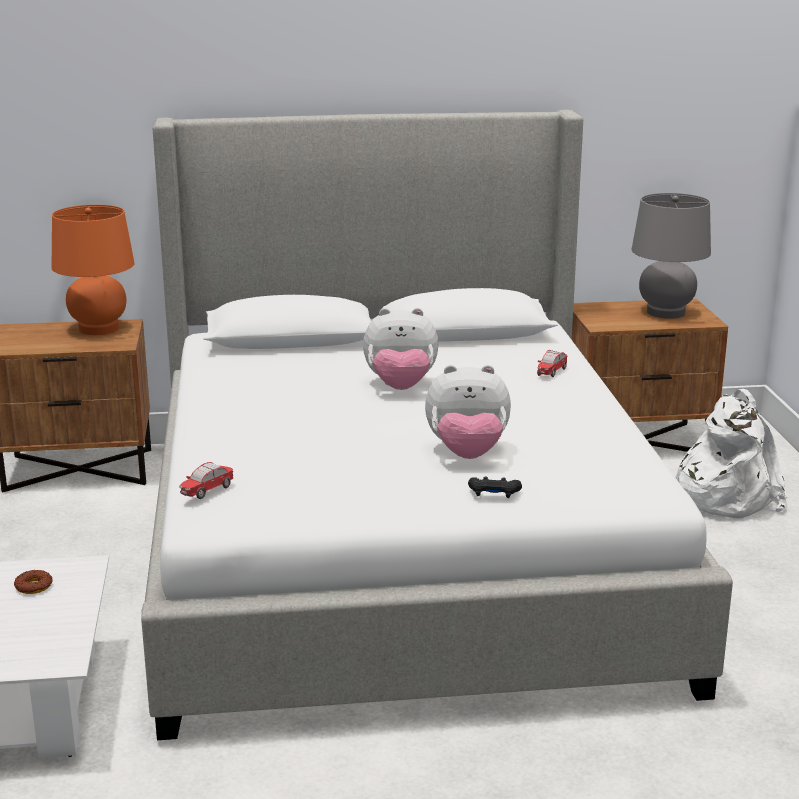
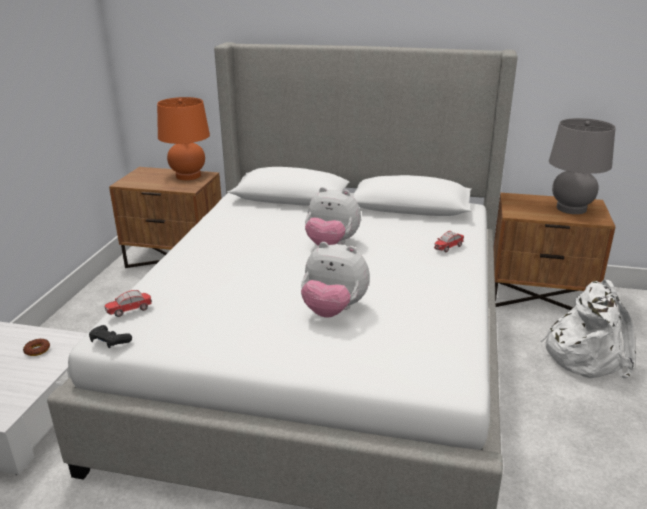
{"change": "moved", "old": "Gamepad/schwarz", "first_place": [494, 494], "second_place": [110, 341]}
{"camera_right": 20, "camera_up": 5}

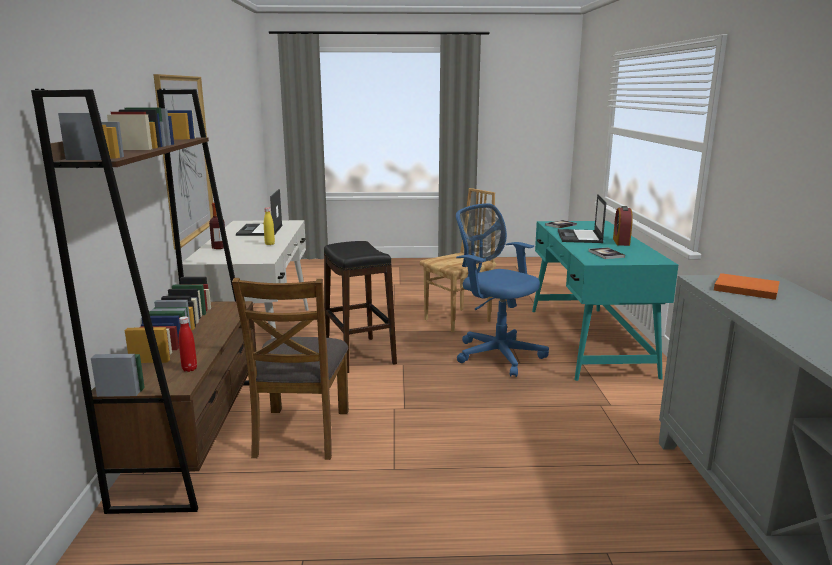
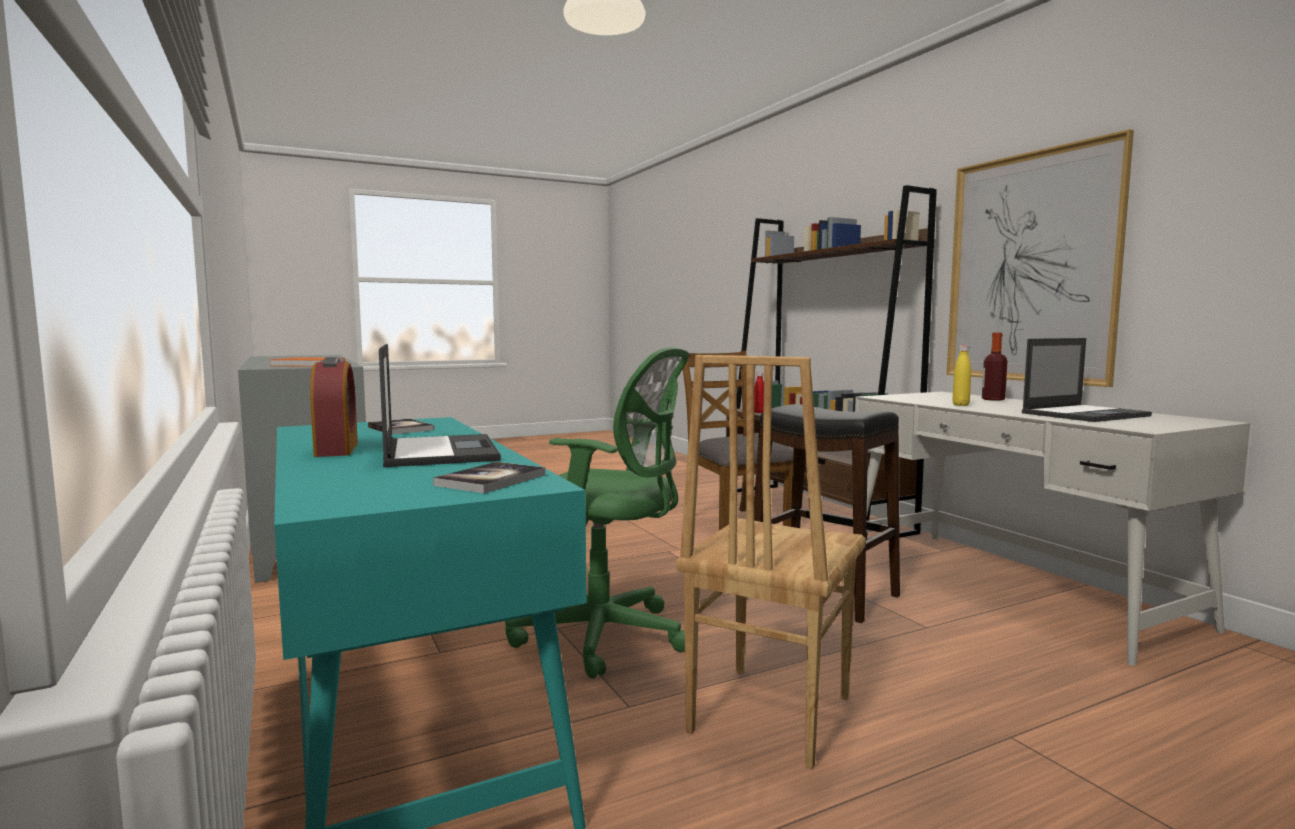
{"change": "turned", "old": "Laptop", "first_place": [260, 230], "second_place": [1085, 414], "degrees": 90}
{"change": "recoloured", "old": "Bürostuhl/blau", "new": "Bürostuhl/grün", "first_place": [496, 354], "second_place": [607, 637]}
{"camera_right": 155, "camera_up": -10}

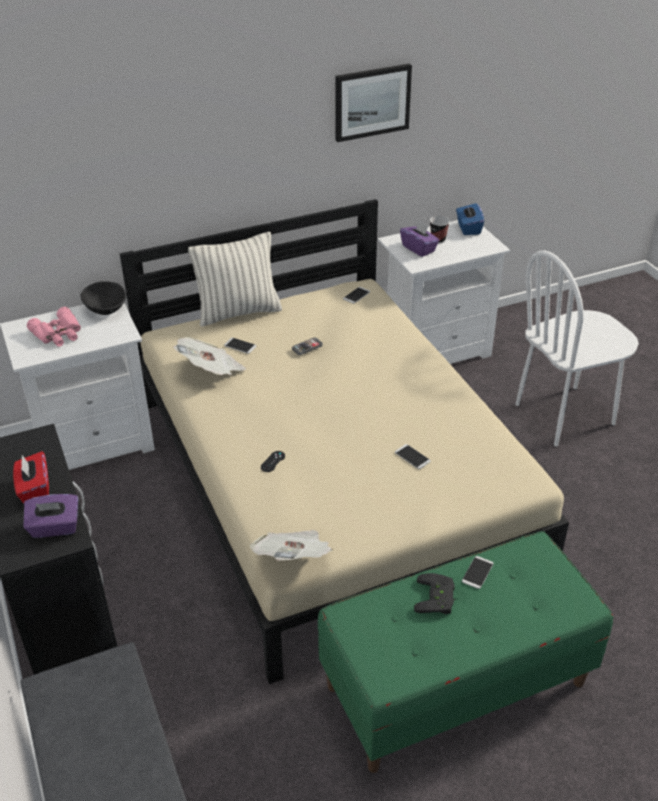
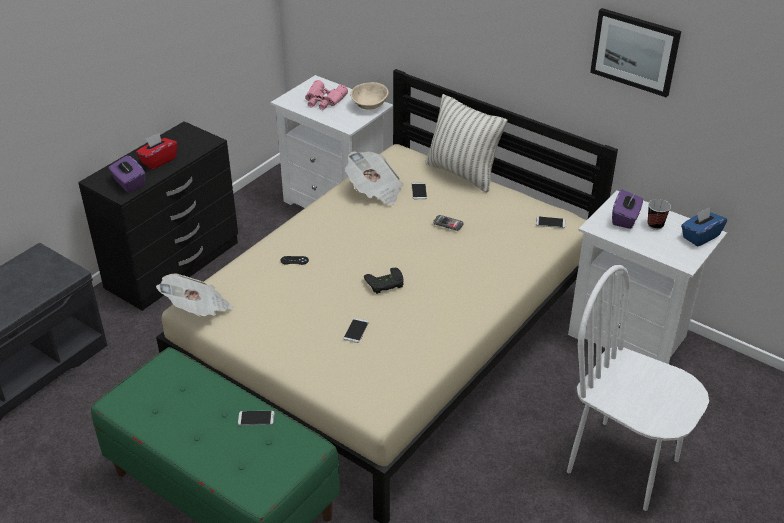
{"change": "recoloured", "old": "Schüssel/schwarz", "new": "Schüssel/beige", "first_place": [106, 310], "second_place": [369, 106]}
{"change": "moved", "old": "Gamepad/schwarz", "first_place": [437, 598], "second_place": [385, 284]}
{"camera_right": 60, "camera_up": 0}

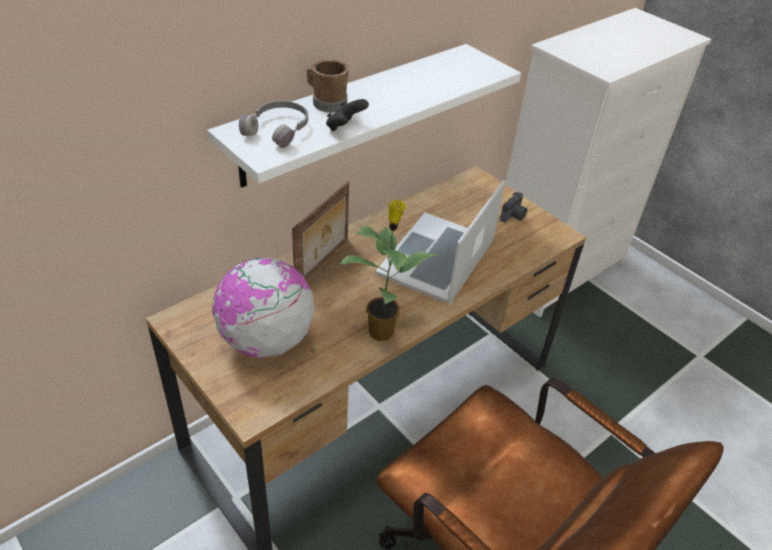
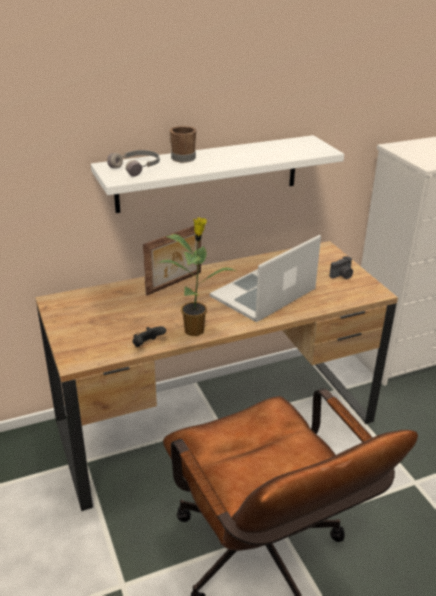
{"change": "removed", "old": "Globus", "first_place": [266, 341]}
{"change": "moved", "old": "Gamepad/schwarz", "first_place": [345, 127], "second_place": [147, 345]}
{"camera_right": 20, "camera_up": -10}

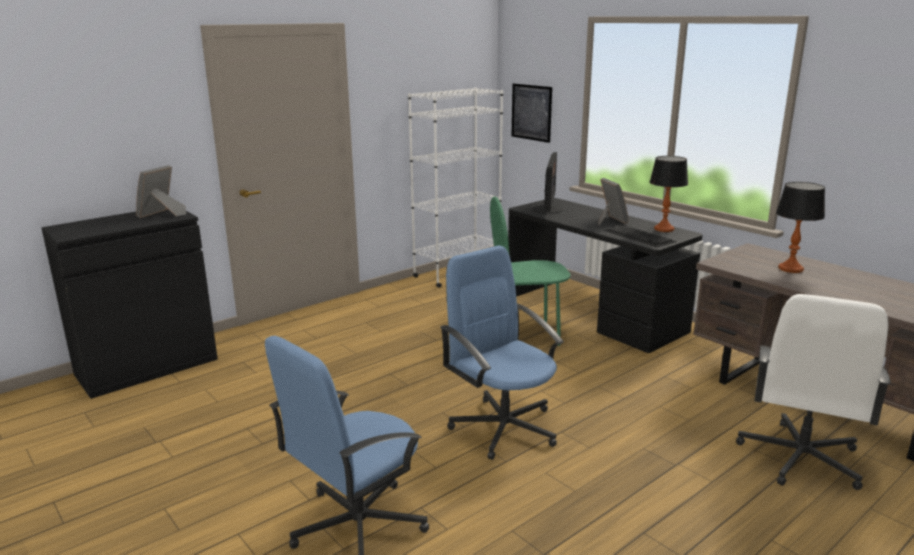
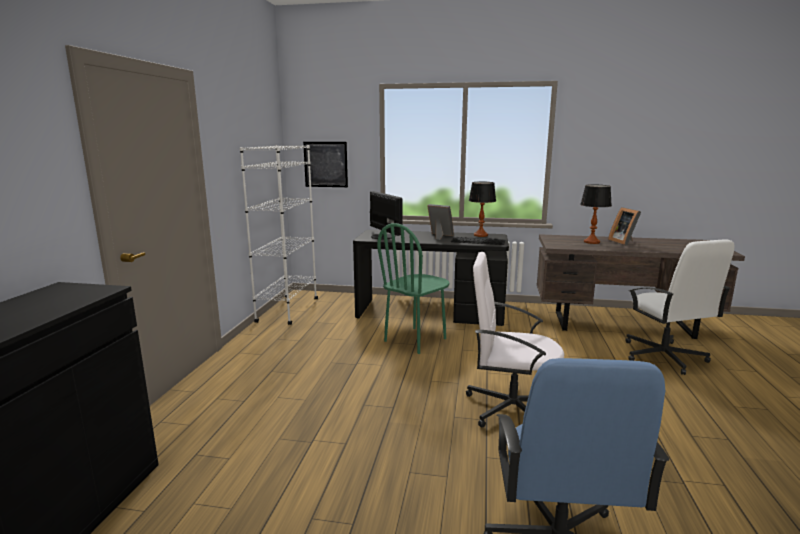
{"change": "moved", "old": "Bilderrahmen", "first_place": [162, 214], "second_place": [624, 242]}
{"change": "recoloured", "old": "Bürostuhl/blau", "new": "Bürostuhl/weiß", "first_place": [503, 427], "second_place": [510, 408]}
{"camera_right": -40, "camera_up": -5}

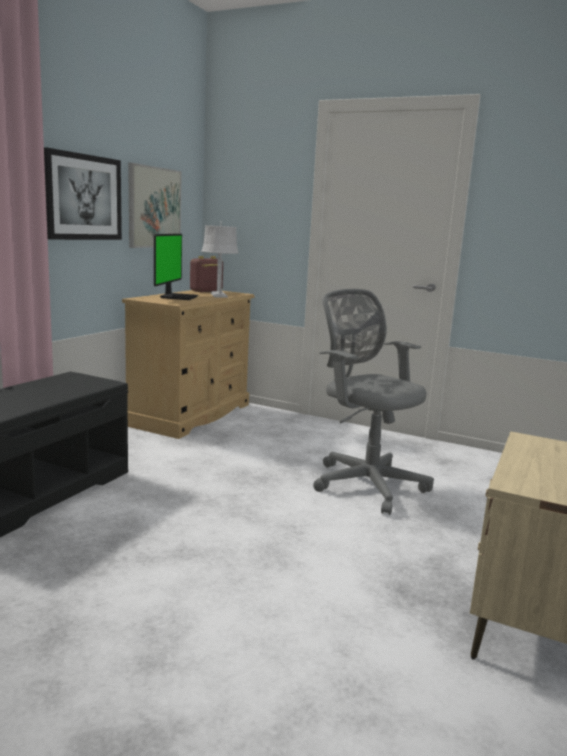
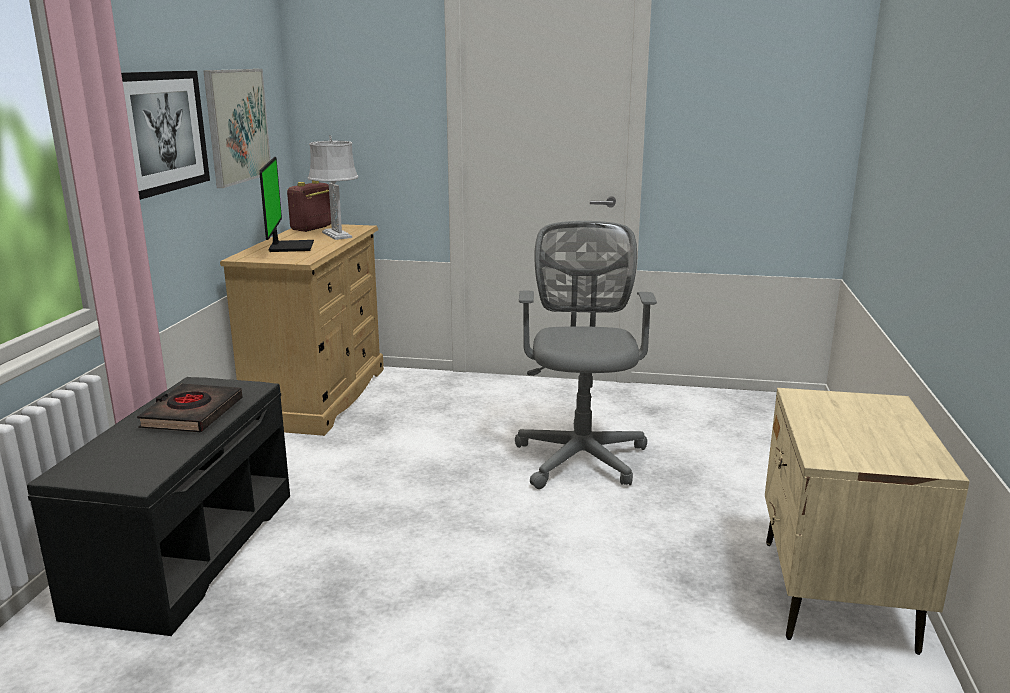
{"change": "turned", "old": "Bürostuhl/grau", "first_place": [365, 483], "second_place": [581, 455], "degrees": 60}
{"change": "added", "new": "Buch/schwarz", "second_place": [192, 414]}
{"camera_right": -15, "camera_up": 5}

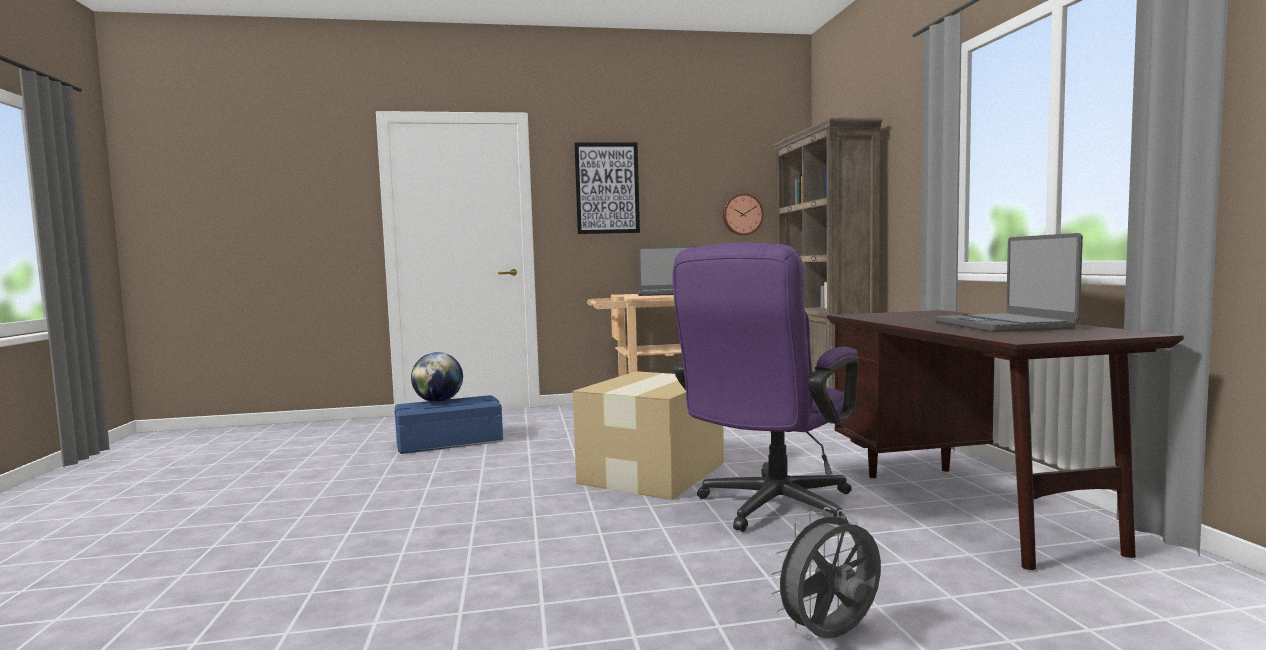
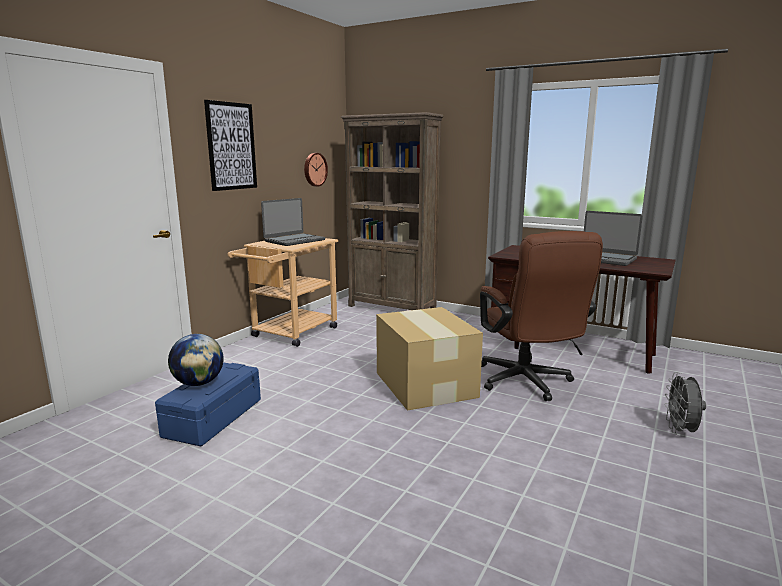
{"change": "recoloured", "old": "Bürostuhl/lila", "new": "Bürostuhl/braun", "first_place": [769, 509], "second_place": [527, 383]}
{"camera_right": -50, "camera_up": 10}

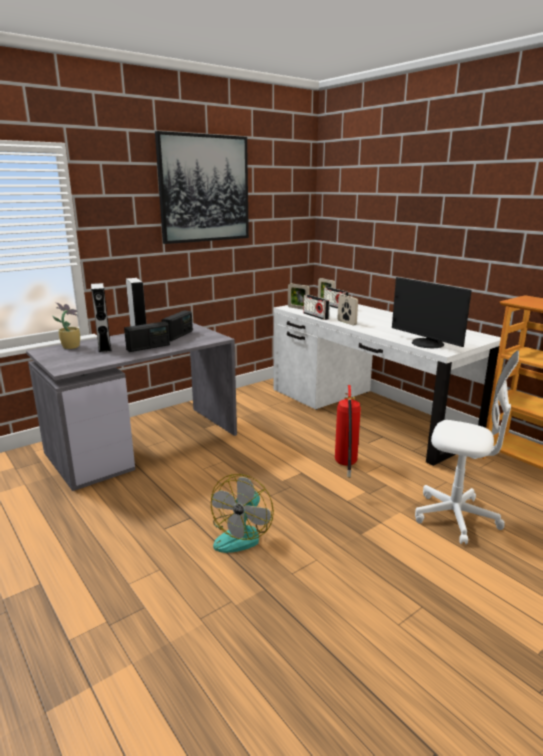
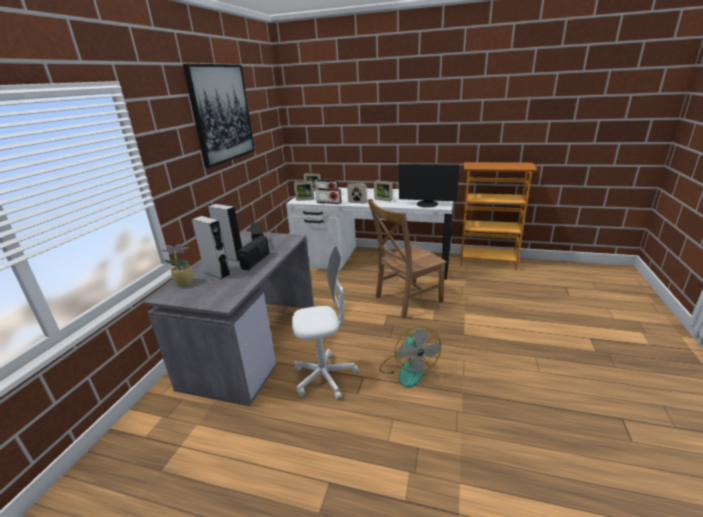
{"change": "replaced", "old": "Feuerlöscher", "new": "Stuhl/braun", "first_place": [345, 467], "second_place": [406, 300]}
{"change": "moved", "old": "Bürostuhl/weiß", "first_place": [455, 517], "second_place": [325, 377]}
{"change": "added", "new": "Bilderrahmen", "second_place": [383, 200]}
{"camera_right": -35, "camera_up": 5}

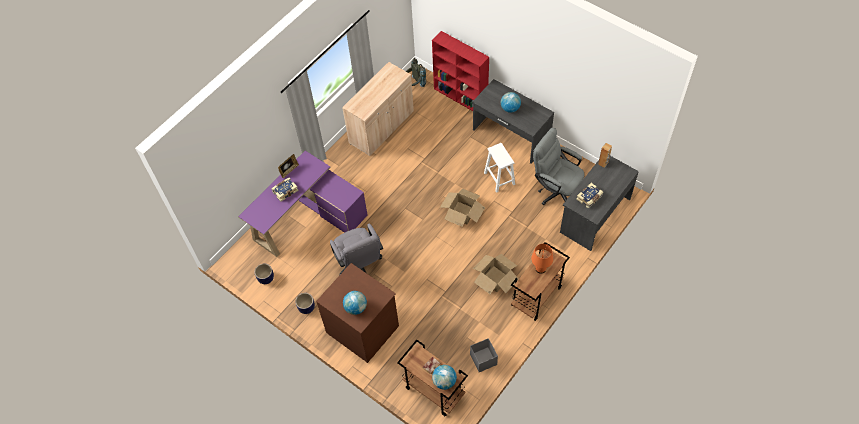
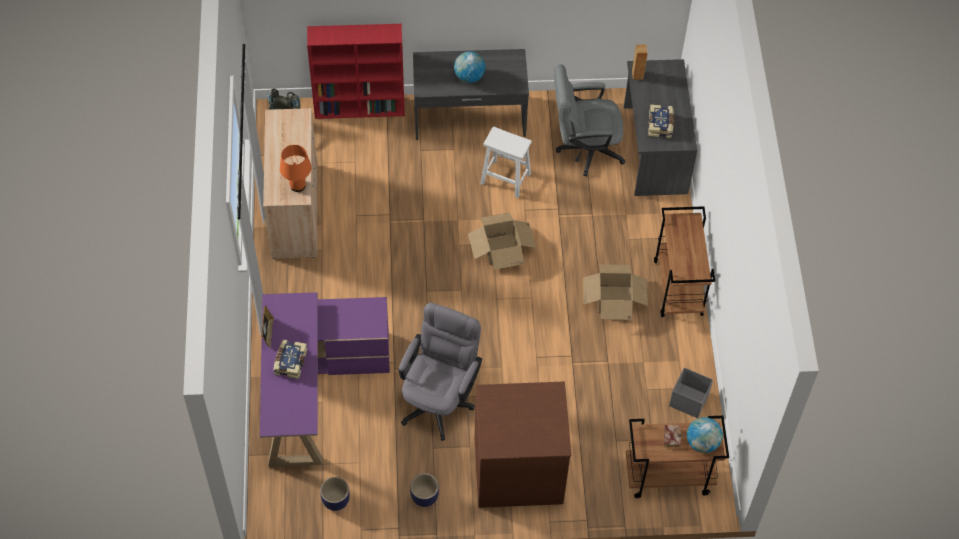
{"change": "turned", "old": "Bürostuhl/grau", "first_place": [360, 265], "second_place": [439, 399], "degrees": -90}
{"change": "removed", "old": "Globus", "first_place": [356, 308]}
{"change": "moved", "old": "Tischlampe/orange", "first_place": [540, 268], "second_place": [297, 185]}
{"camera_right": -45, "camera_up": 0}

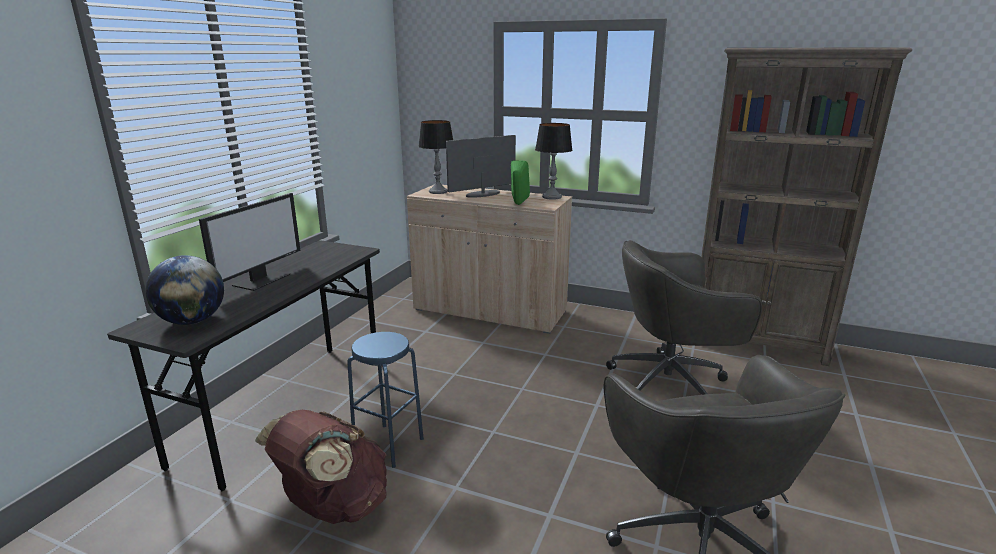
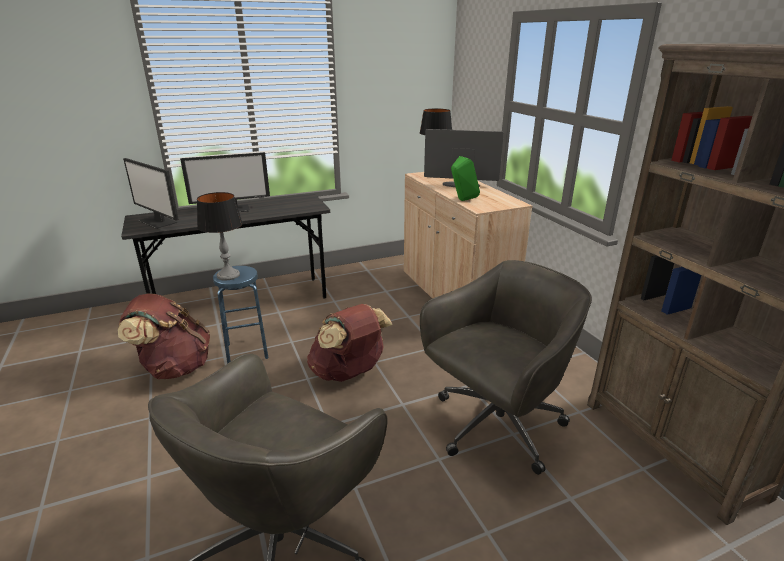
{"change": "replaced", "old": "Globus", "new": "Monitor", "first_place": [192, 321], "second_place": [158, 221]}
{"change": "moved", "old": "Tischlampe", "first_place": [551, 197], "second_place": [228, 275]}
{"change": "turned", "old": "Bürostuhl/grau", "first_place": [671, 383], "second_place": [495, 426], "degrees": 105}
{"change": "added", "new": "Rucksack/braun", "second_place": [349, 373]}
{"camera_right": 45, "camera_up": 5}

